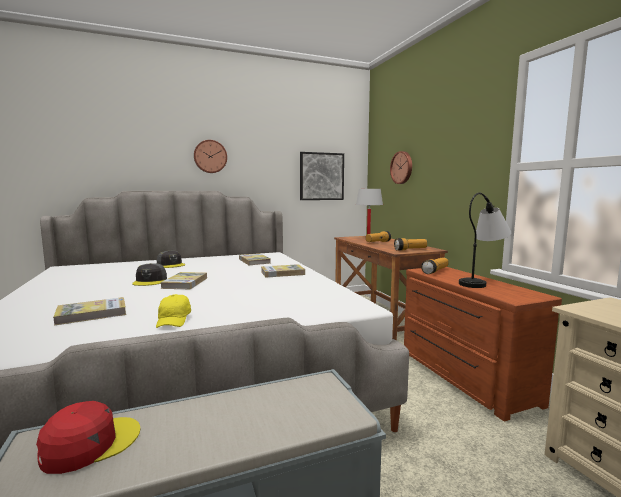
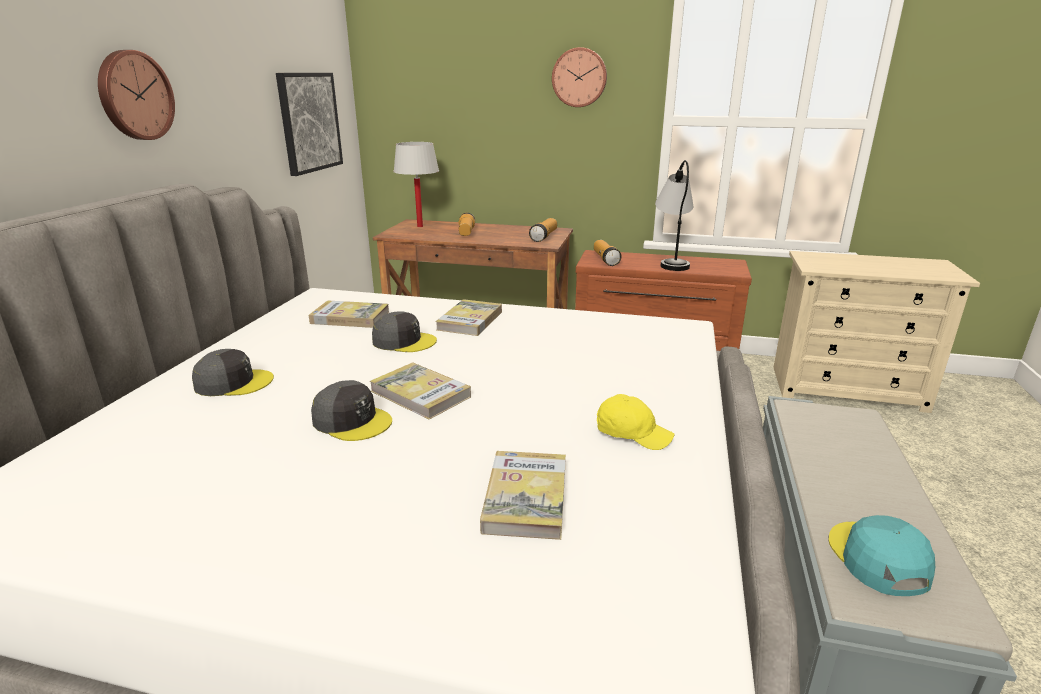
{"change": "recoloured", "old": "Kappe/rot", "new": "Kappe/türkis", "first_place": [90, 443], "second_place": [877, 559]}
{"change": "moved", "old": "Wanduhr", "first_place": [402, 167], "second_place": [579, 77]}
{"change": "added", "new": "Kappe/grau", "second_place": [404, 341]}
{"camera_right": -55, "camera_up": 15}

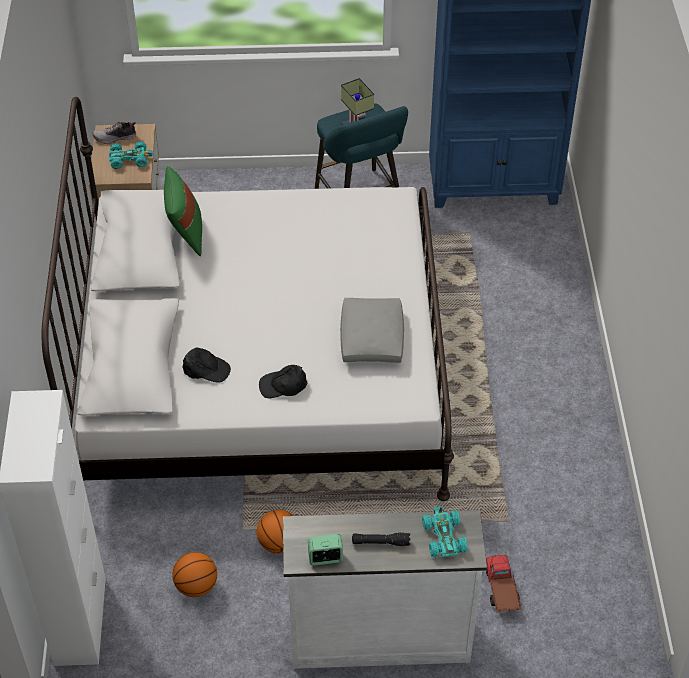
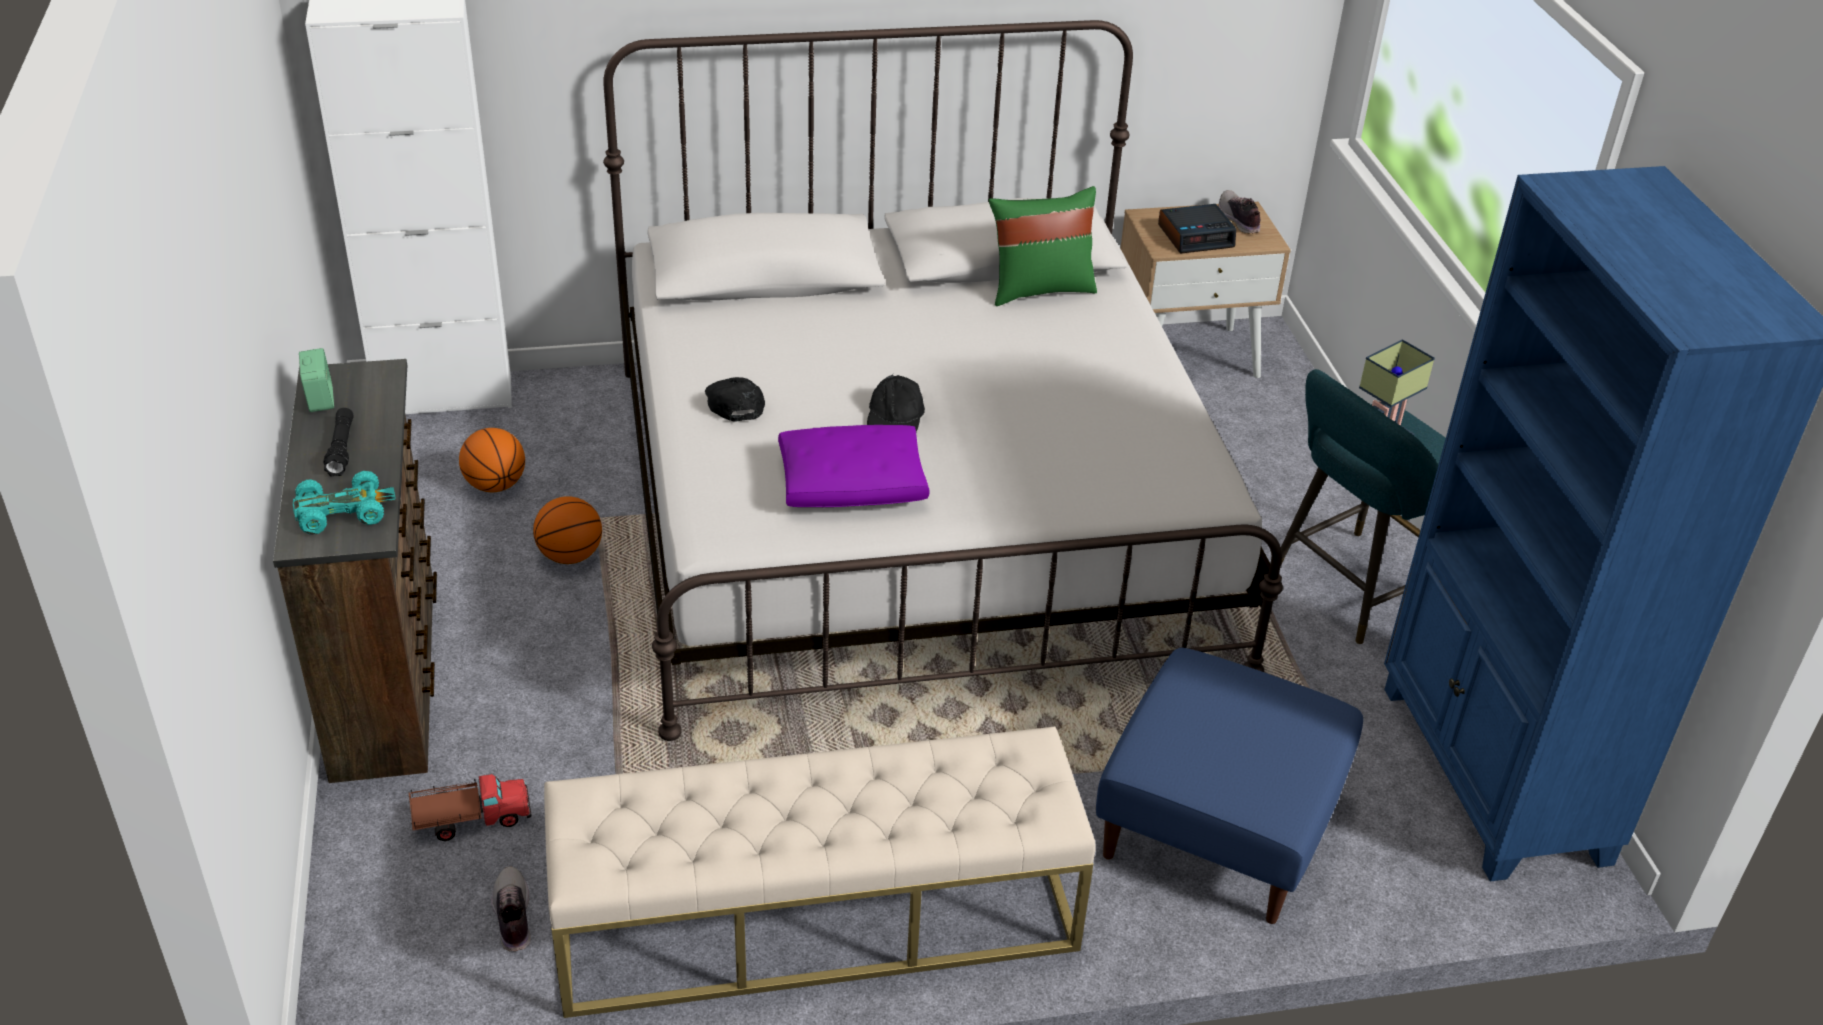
{"change": "replaced", "old": "Spielzeugauto/türkis", "new": "Wecker", "first_place": [130, 159], "second_place": [1196, 236]}
{"change": "moved", "old": "Kappe/schwarz", "first_place": [206, 369], "second_place": [895, 417]}
{"change": "recoloured", "old": "Kommode/weiß", "new": "Kommode/braun", "first_place": [378, 637], "second_place": [389, 673]}
{"change": "recoloured", "old": "Kissen/grau", "new": "Kissen/lila", "first_place": [371, 338], "second_place": [853, 484]}
{"change": "added", "new": "Schuh", "second_place": [512, 917]}
{"change": "added", "new": "Bank/beige", "second_place": [815, 920]}
{"change": "added", "new": "Polsterhocker/blau", "second_place": [1219, 826]}
{"camera_right": 80, "camera_up": -10}

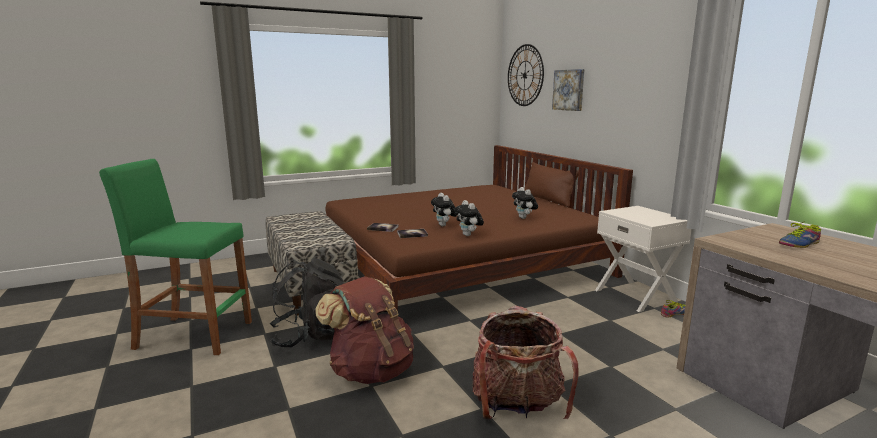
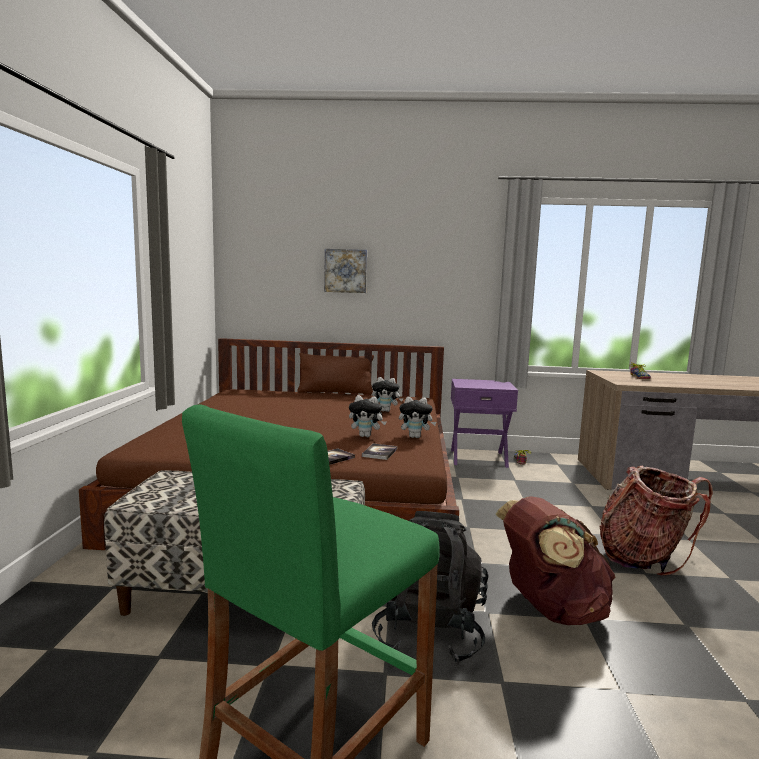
{"change": "removed", "old": "Wanduhr", "first_place": [525, 75]}
{"change": "recoloured", "old": "Nachttisch/weiß", "new": "Nachttisch/lila", "first_place": [636, 295], "second_place": [478, 458]}
{"camera_right": -60, "camera_up": -5}

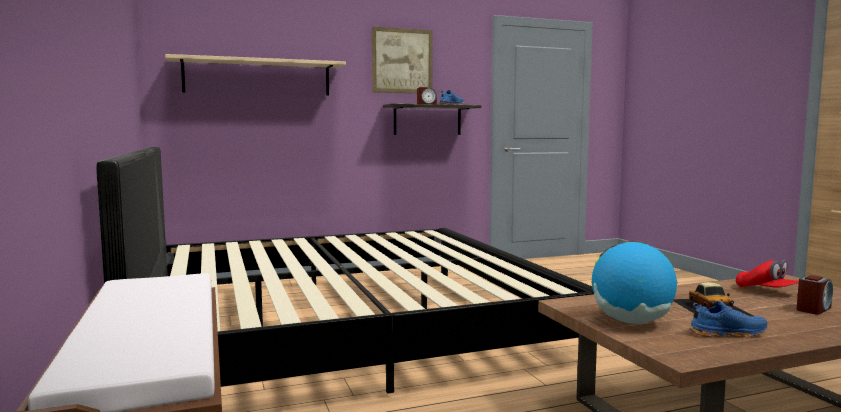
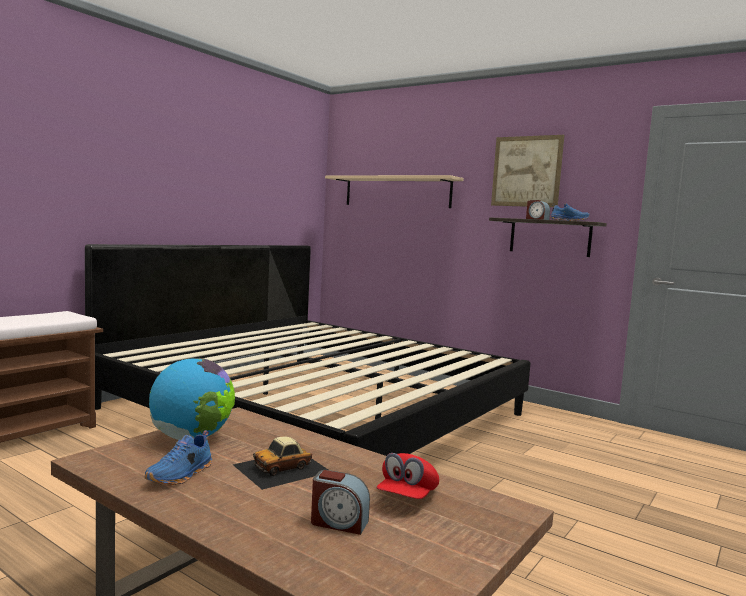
{"change": "turned", "old": "Schuh/blau", "first_place": [726, 333], "second_place": [181, 475], "degrees": 60}
{"camera_right": 55, "camera_up": 0}

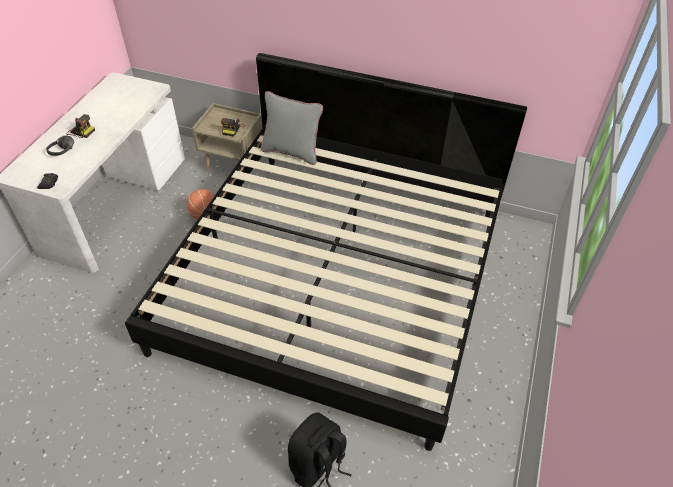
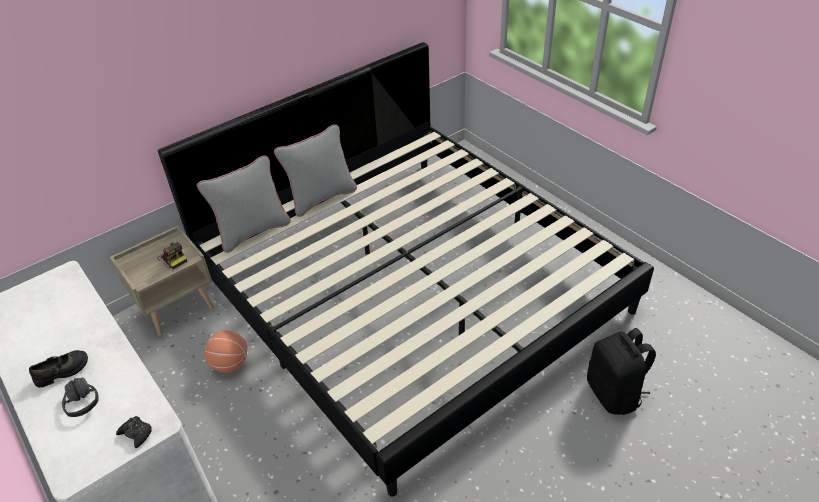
{"change": "replaced", "old": "Kamera", "new": "Schuh/schwarz", "first_place": [81, 131], "second_place": [62, 372]}
{"change": "added", "new": "Kissen/grau", "second_place": [321, 198]}
{"camera_right": -55, "camera_up": -5}

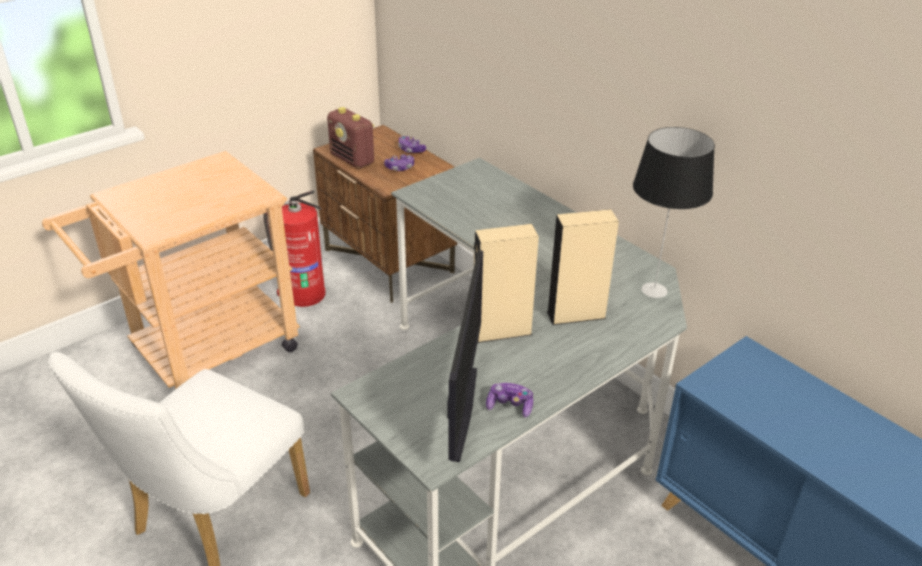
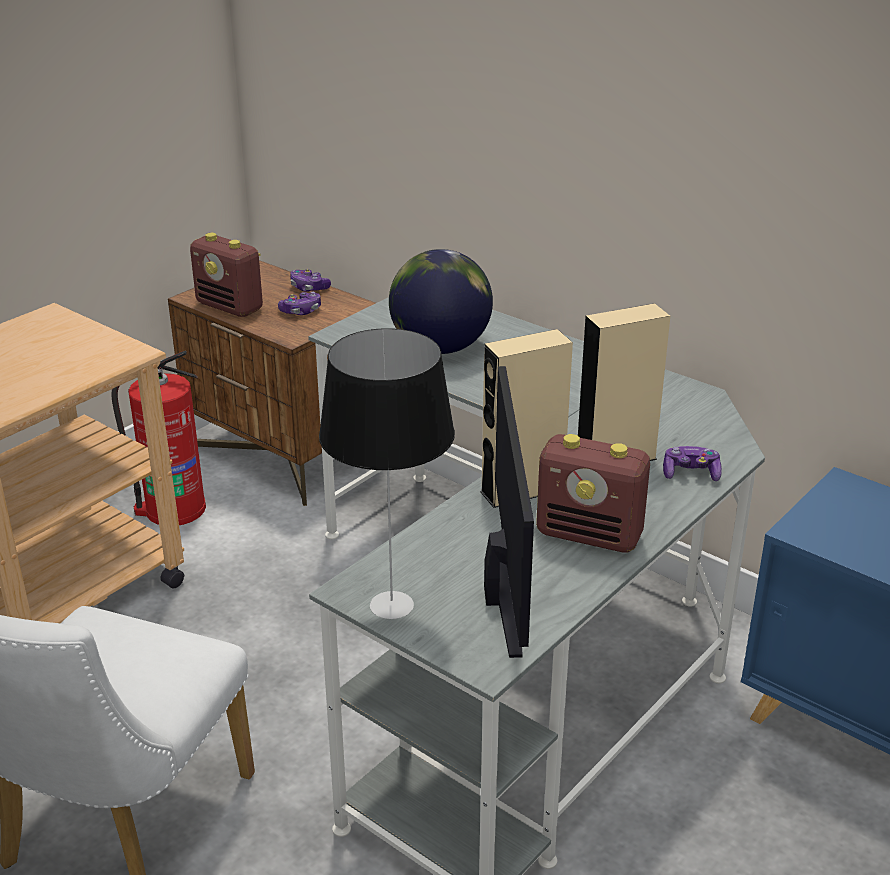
{"change": "moved", "old": "Gamepad", "first_place": [510, 406], "second_place": [690, 473]}
{"change": "moved", "old": "Tischlampe", "first_place": [655, 290], "second_place": [393, 605]}
{"change": "added", "new": "Globus", "second_place": [440, 347]}
{"change": "added", "new": "Radio", "second_place": [590, 535]}
{"camera_right": -10, "camera_up": -5}

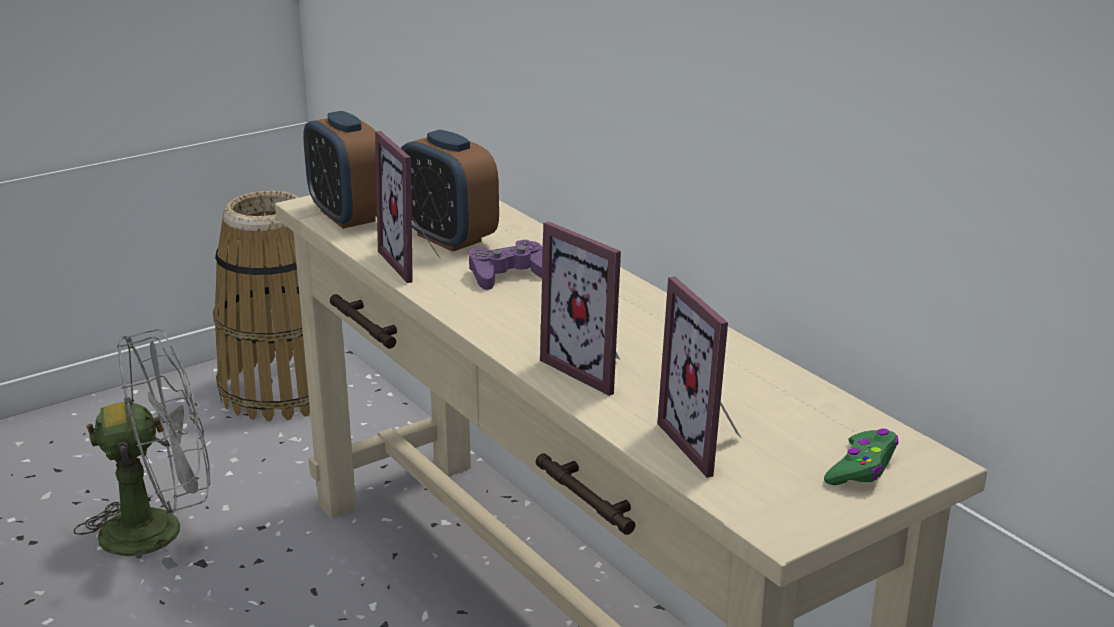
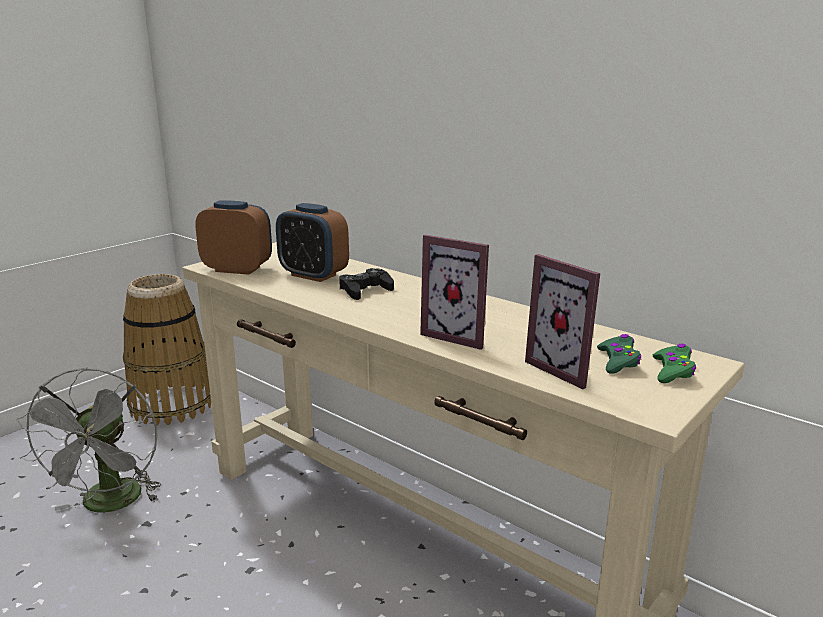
{"change": "turned", "old": "Ventilator/grau", "first_place": [160, 529], "second_place": [110, 505], "degrees": 120}
{"change": "turned", "old": "Wecker", "first_place": [347, 216], "second_place": [237, 269], "degrees": 150}
{"change": "removed", "old": "Bilderrahmen", "first_place": [415, 262]}
{"change": "recoloured", "old": "Gamepad/lila", "new": "Gamepad/schwarz", "first_place": [508, 274], "second_place": [365, 290]}
{"change": "added", "new": "Gamepad/grün", "second_place": [618, 361]}
{"camera_right": -15, "camera_up": -5}

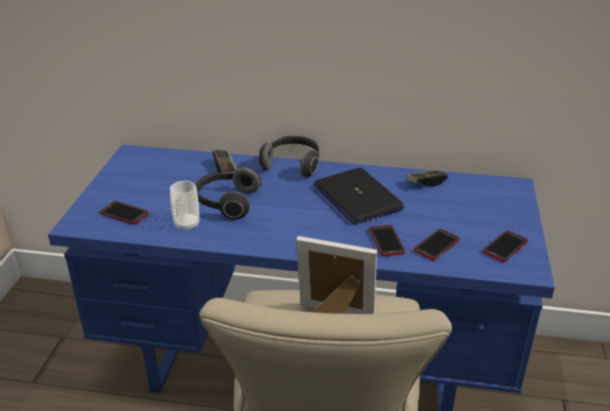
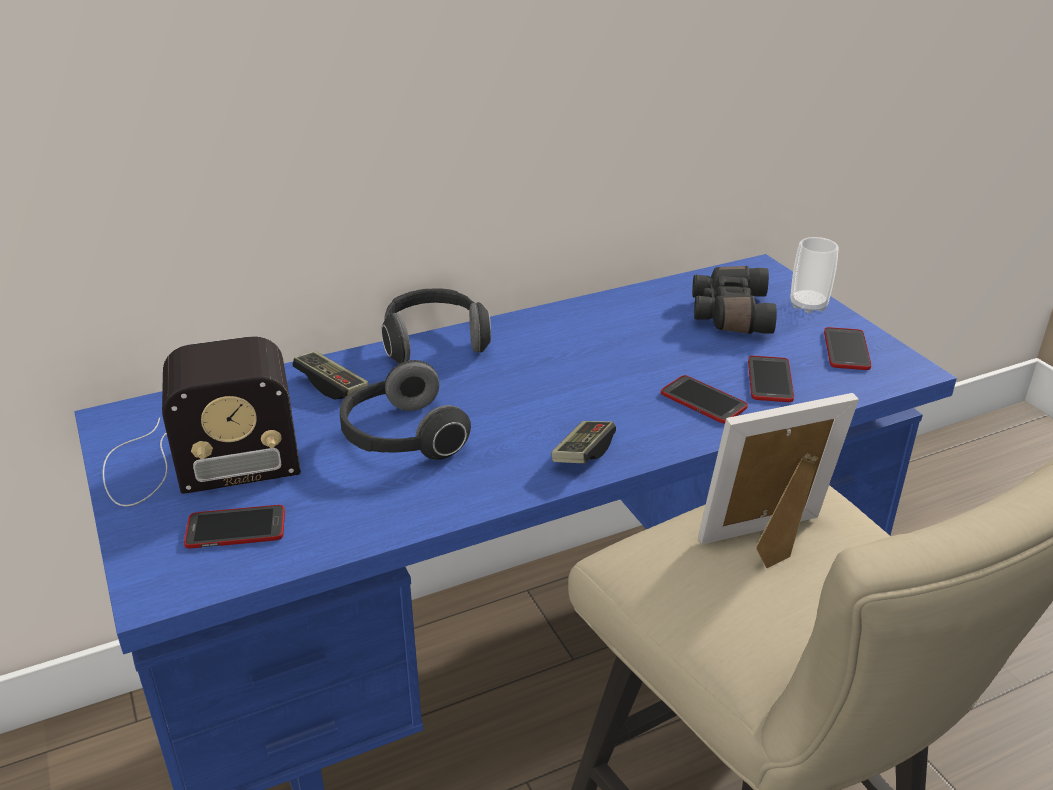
{"change": "moved", "old": "Tasse", "first_place": [187, 225], "second_place": [808, 305]}
{"change": "removed", "old": "Laptop", "first_place": [357, 197]}
{"change": "moved", "old": "Gamepad", "first_place": [426, 183], "second_place": [583, 454]}
{"change": "added", "new": "Radio", "second_place": [195, 463]}
{"change": "added", "new": "Fernglas/schwarz", "second_place": [729, 314]}
{"camera_right": -35, "camera_up": 0}

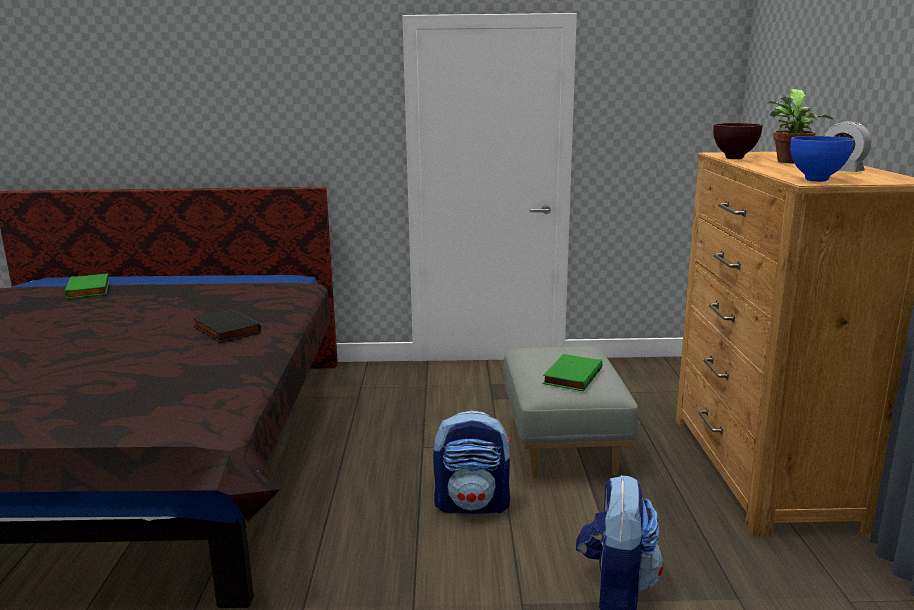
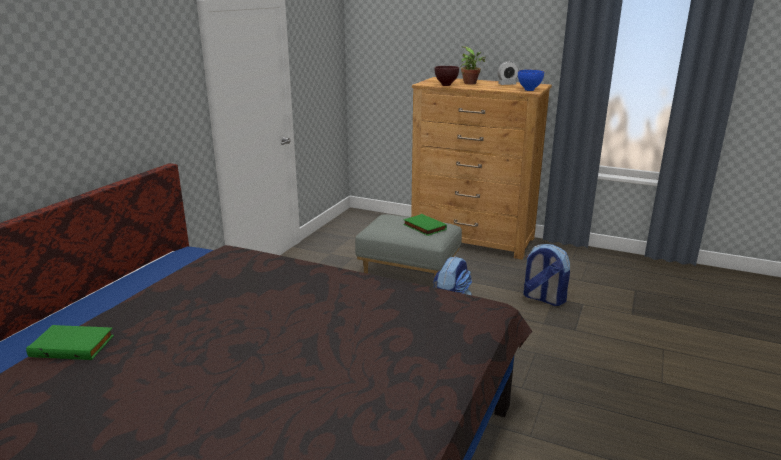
{"change": "removed", "old": "Buch/schwarz", "first_place": [225, 330]}
{"camera_right": -65, "camera_up": 5}

